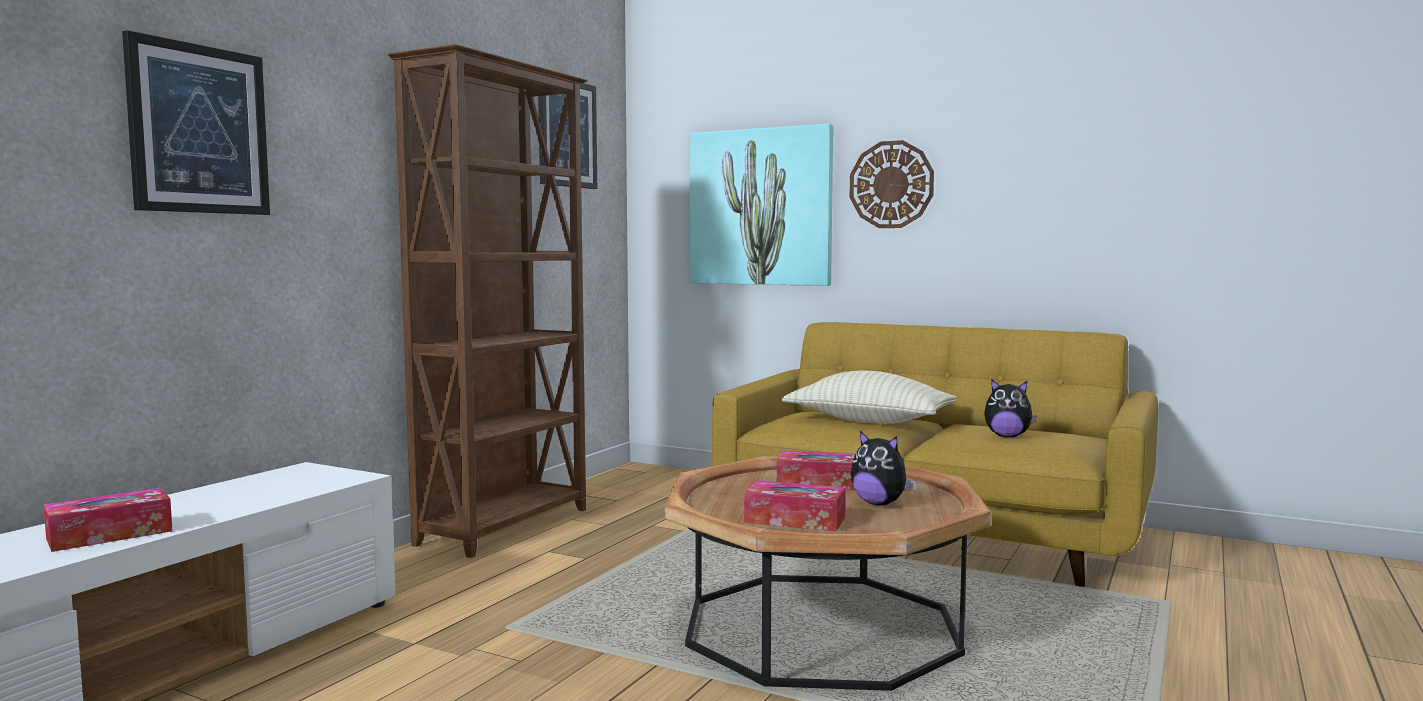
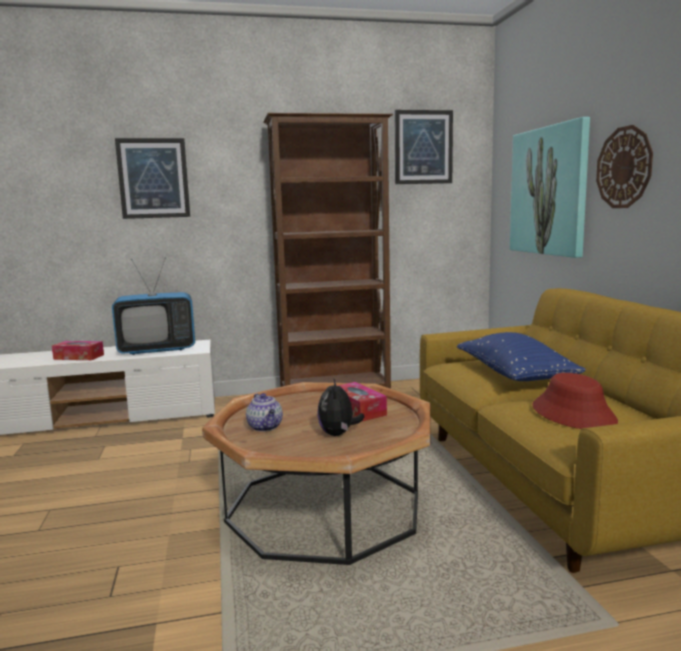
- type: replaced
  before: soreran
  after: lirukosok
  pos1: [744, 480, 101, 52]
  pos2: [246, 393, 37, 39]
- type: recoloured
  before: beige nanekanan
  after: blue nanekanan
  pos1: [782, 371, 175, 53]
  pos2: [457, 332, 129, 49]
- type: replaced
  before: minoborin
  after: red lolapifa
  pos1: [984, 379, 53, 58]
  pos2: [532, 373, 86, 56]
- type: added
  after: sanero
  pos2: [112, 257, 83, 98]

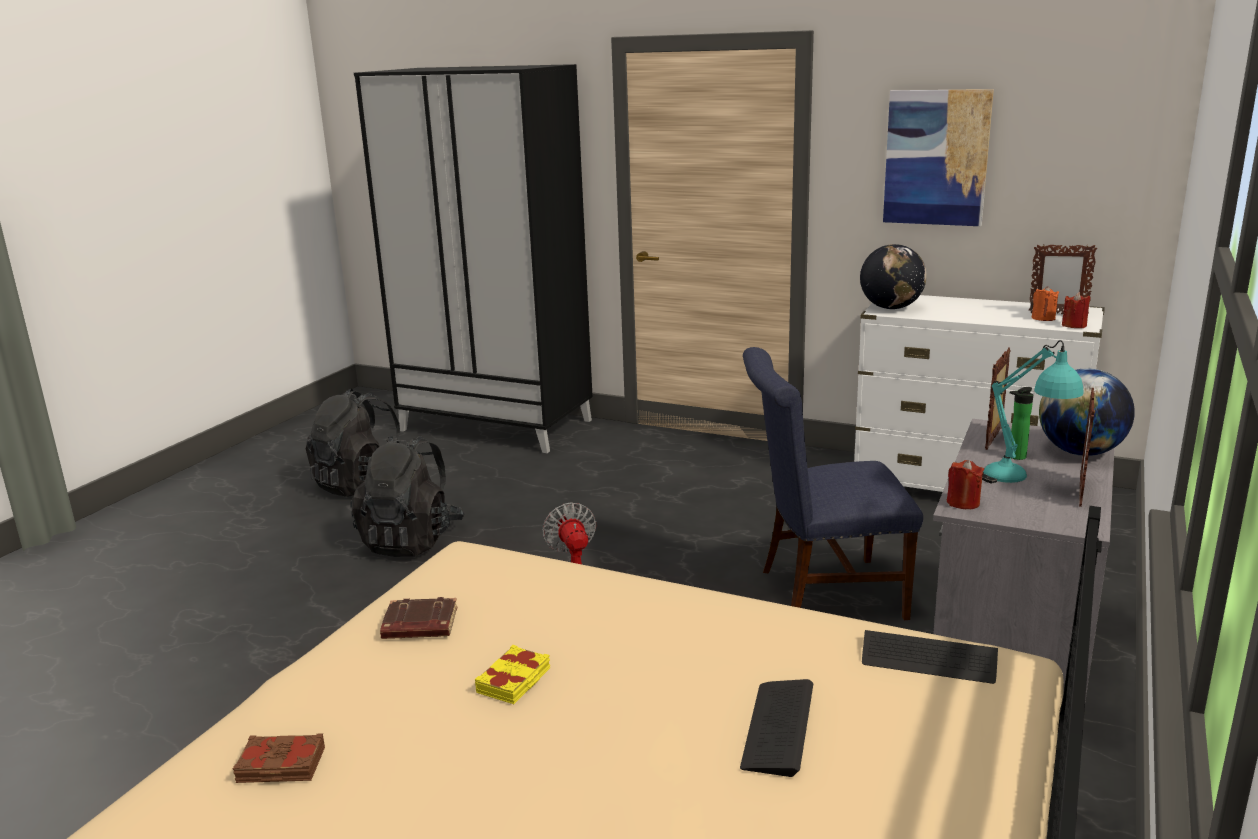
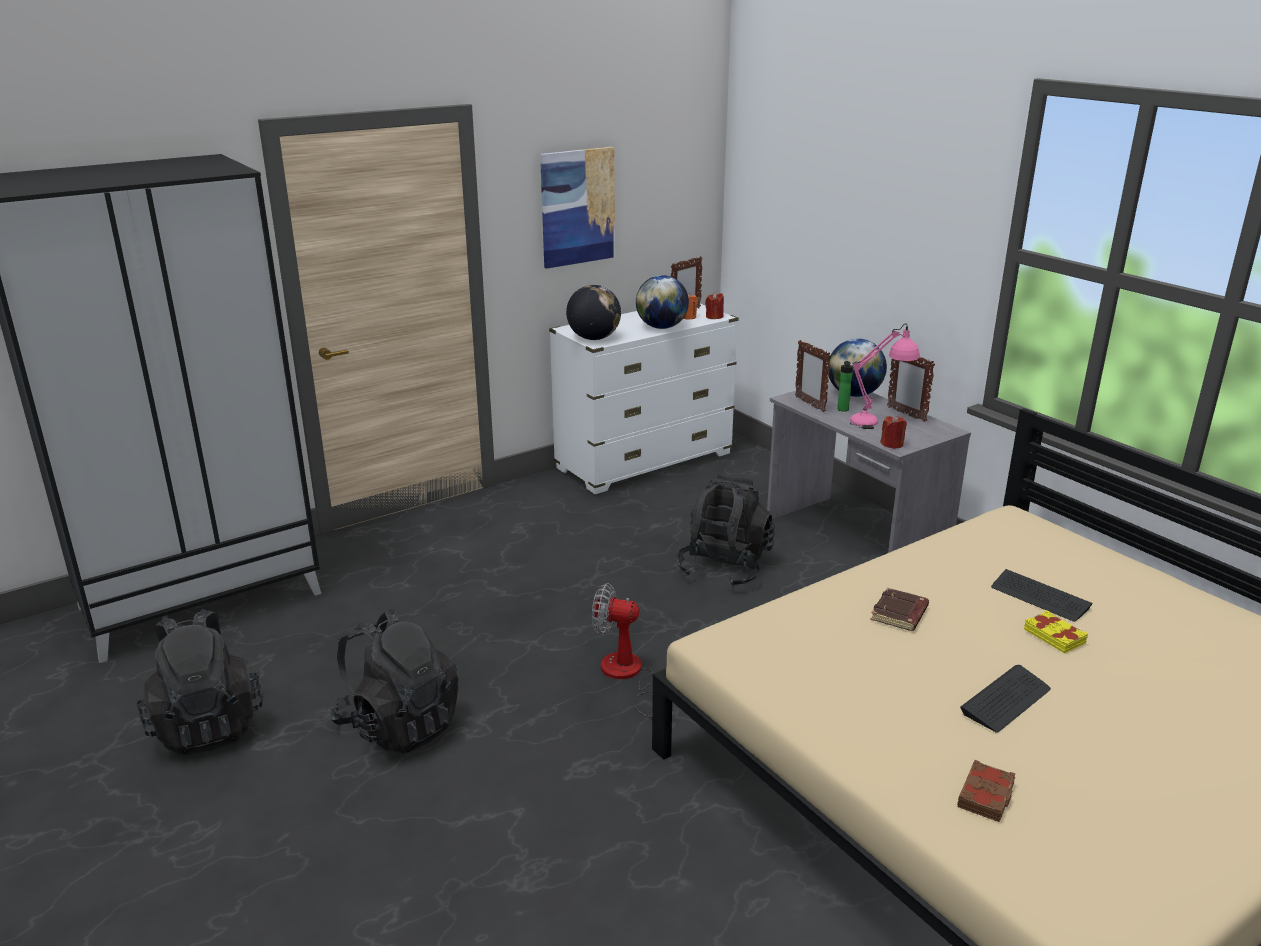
- type: moved
  before: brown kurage
  pos1: [380, 597, 77, 42]
  pos2: [871, 587, 58, 44]
- type: moved
  before: yellow kurage
  pos1: [475, 645, 75, 59]
  pos2: [1024, 610, 64, 43]
- type: replaced
  before: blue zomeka
  after: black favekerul
  pos1: [743, 347, 180, 273]
  pos2: [676, 474, 99, 113]
- type: moved
  before: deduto
  pos1: [862, 630, 136, 54]
  pos2: [960, 665, 91, 68]
- type: recoloured
  before: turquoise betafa
  after: pink betafa
  pos1: [982, 340, 102, 144]
  pos2: [850, 323, 70, 106]
- type: added
  after: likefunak
  pos2: [636, 275, 53, 54]

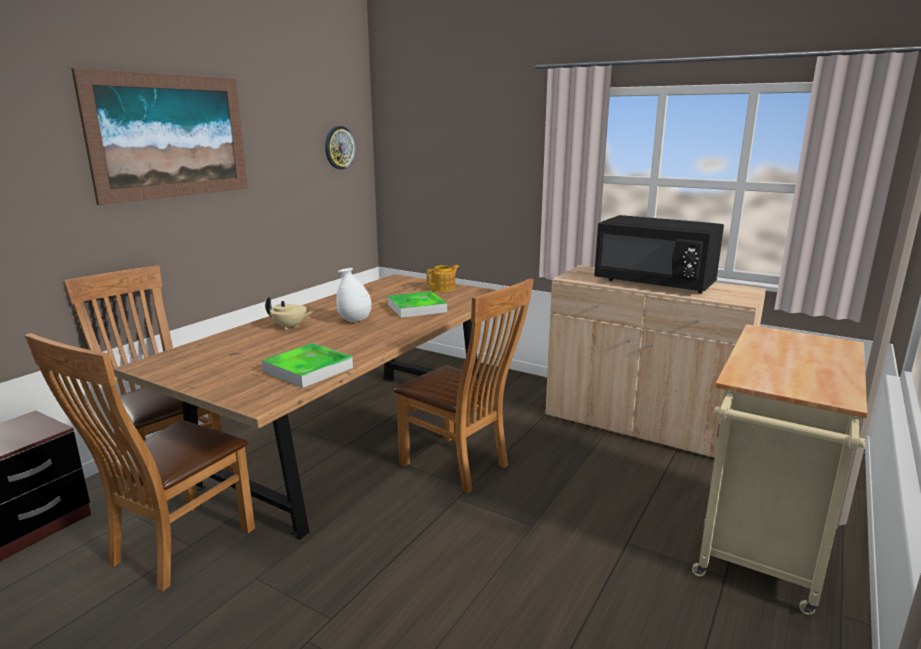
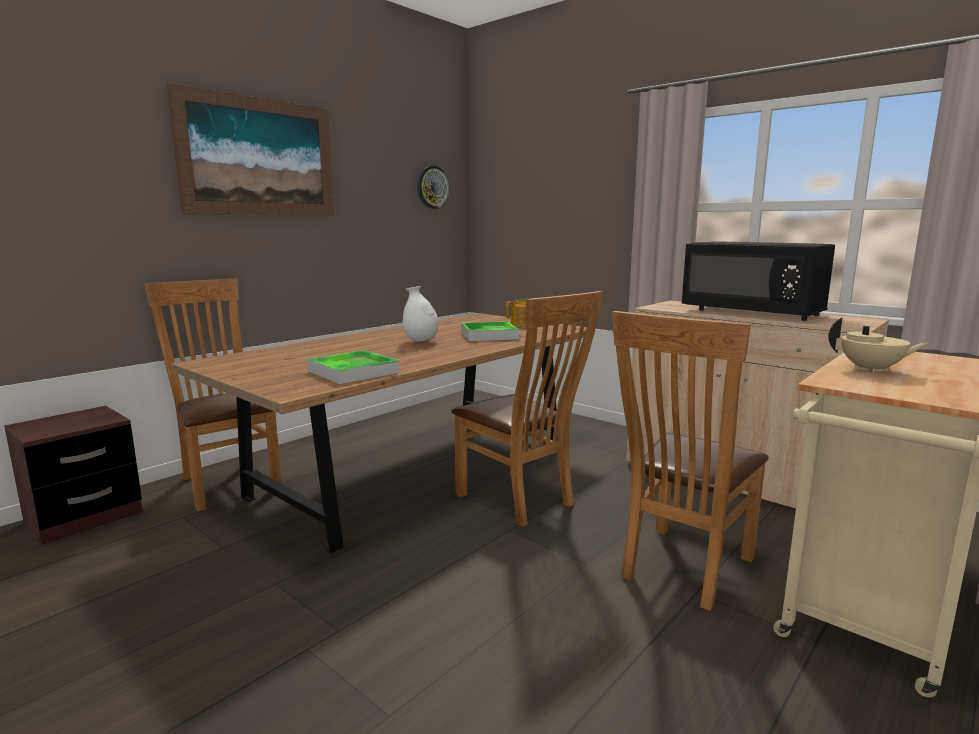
- type: moved
  before: brown zomeka
  pos1: [25, 333, 230, 258]
  pos2: [612, 311, 157, 300]
- type: moved
  before: beige lirukosok
  pos1: [265, 296, 49, 34]
  pos2: [828, 318, 102, 56]

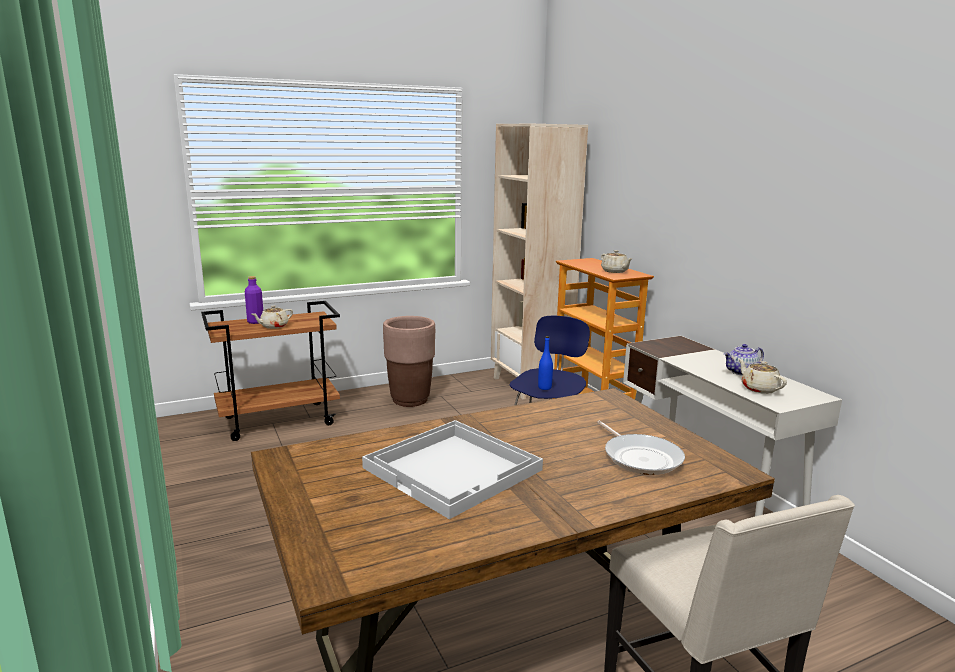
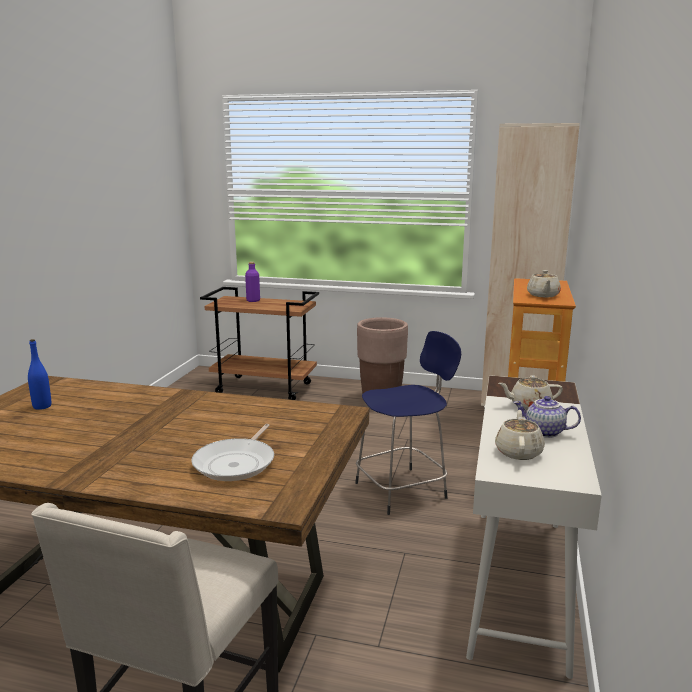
- type: moved
  before: beige lirukosok
  pos1: [252, 305, 41, 24]
  pos2: [499, 375, 64, 35]
- type: removed
  before: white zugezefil
  pos1: [362, 420, 181, 99]
- type: moved
  before: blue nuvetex
  pos1: [538, 336, 15, 54]
  pos2: [28, 339, 23, 71]

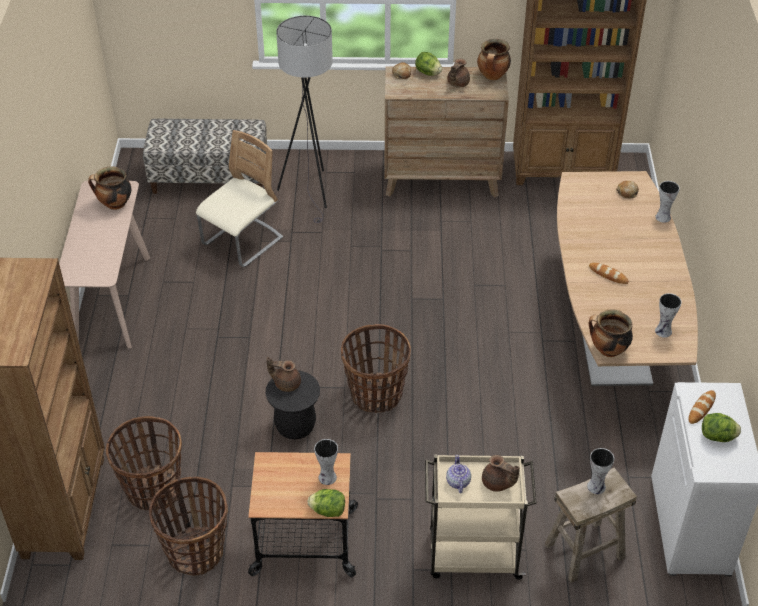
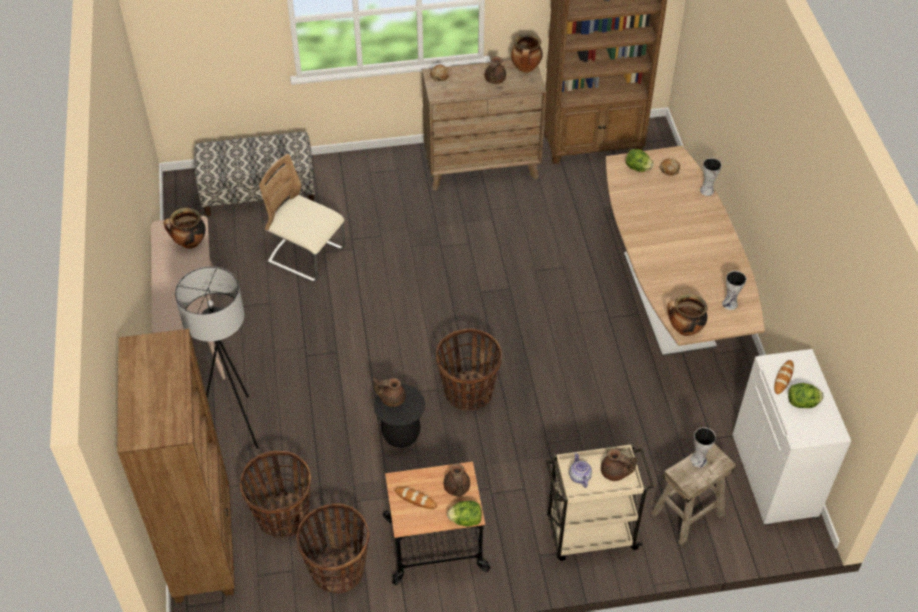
- type: turned
  before: beige zomeka
  pos1: [196, 130, 87, 137]
  pos2: [259, 154, 86, 128]
  turn: -90
- type: moved
  before: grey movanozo
  pos1: [276, 16, 57, 207]
  pos2: [175, 266, 84, 205]
- type: replaced
  before: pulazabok
  after: brown lirukosok
  pos1: [314, 439, 24, 46]
  pos2: [444, 464, 26, 33]
- type: moved
  before: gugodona
  pos1: [415, 52, 27, 24]
  pos2: [626, 149, 28, 23]
- type: moved
  before: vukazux
  pos1: [589, 263, 40, 21]
  pos2: [395, 487, 42, 22]

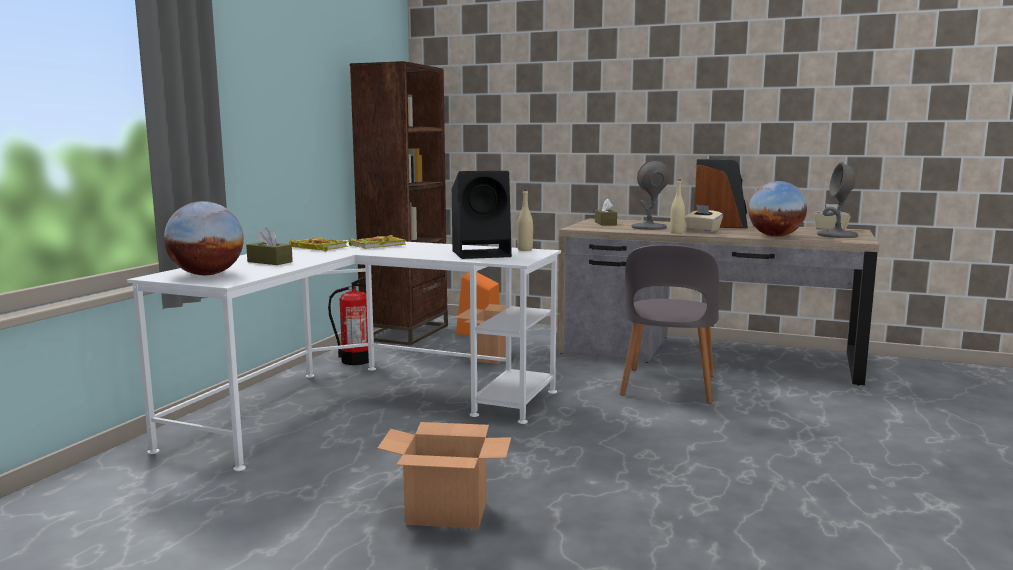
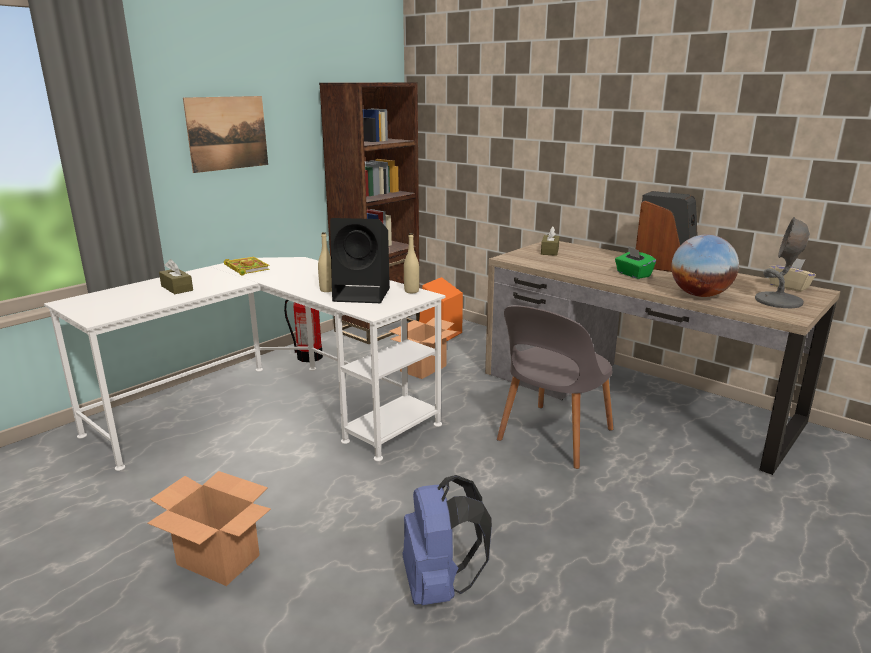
- type: removed
  before: likefunak
  pos1: [164, 201, 80, 74]
- type: removed
  before: kurage
  pos1: [349, 235, 57, 14]
- type: removed
  before: grey betafa
  pos1: [632, 160, 37, 70]
- type: moved
  before: beige nuvetex
  pos1: [670, 180, 15, 54]
  pos2: [318, 232, 14, 60]
- type: recoloured
  before: beige soreran
  after: green soreran
  pos1: [685, 205, 38, 27]
  pos2: [615, 247, 41, 32]
- type: added
  after: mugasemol
  pos2: [183, 96, 85, 77]
- type: added
  after: blue favekerul
  pos2: [403, 475, 89, 130]

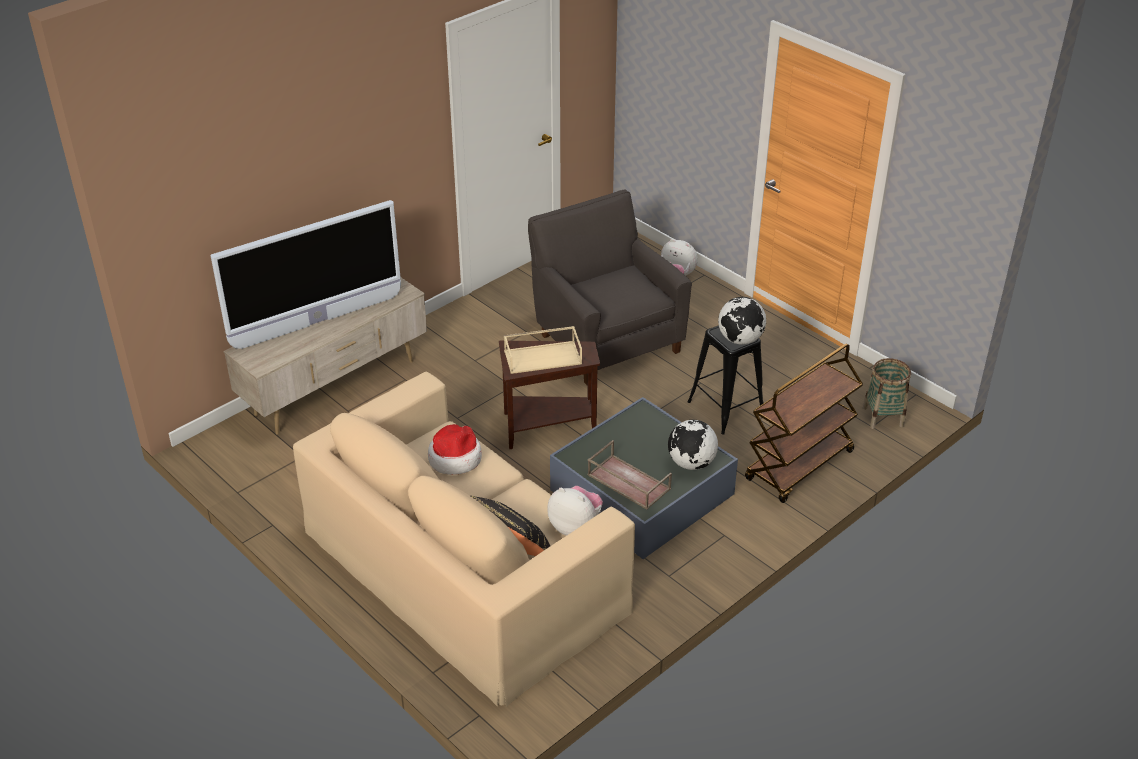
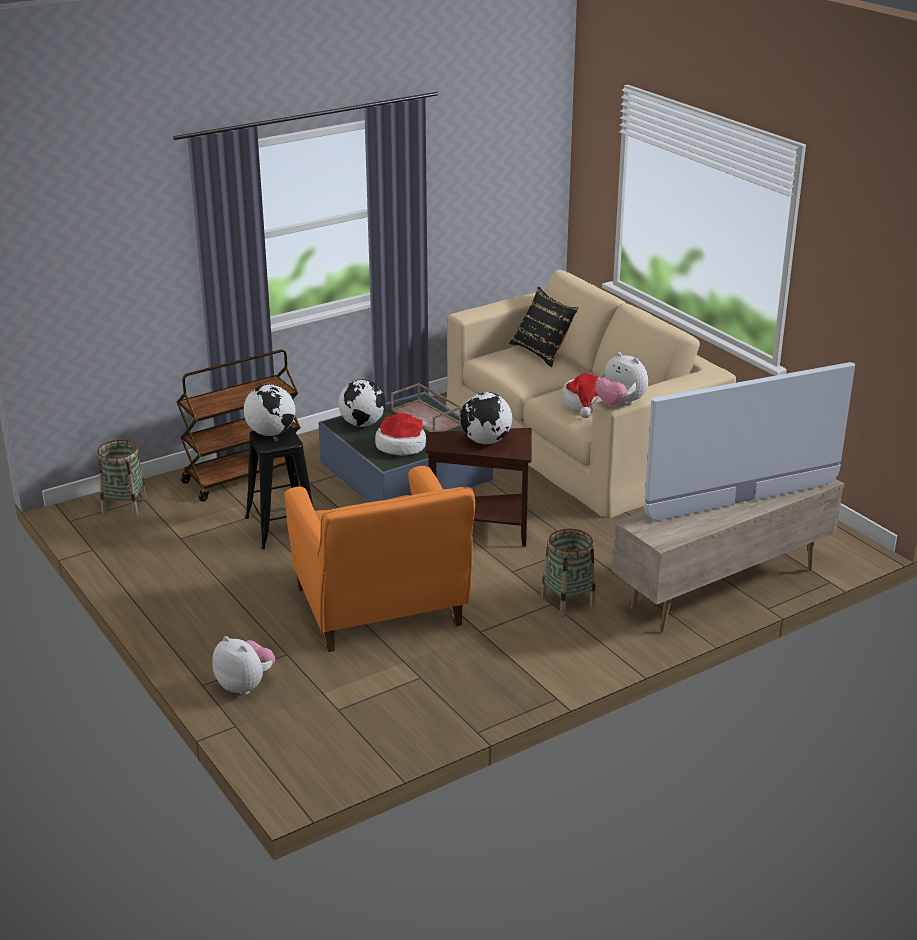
- type: replaced
  before: beige zugezefil
  after: likefunak
  pos1: [504, 326, 78, 48]
  pos2: [460, 392, 52, 52]
- type: recoloured
  before: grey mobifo
  after: orange mobifo
  pos1: [528, 189, 164, 196]
  pos2: [284, 466, 191, 186]
- type: moved
  before: minoborin
  pos1: [547, 486, 56, 50]
  pos2: [595, 352, 53, 53]
- type: added
  after: lolapifa
  pos2: [375, 413, 51, 42]
- type: added
  after: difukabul
  pos2: [541, 529, 55, 88]

